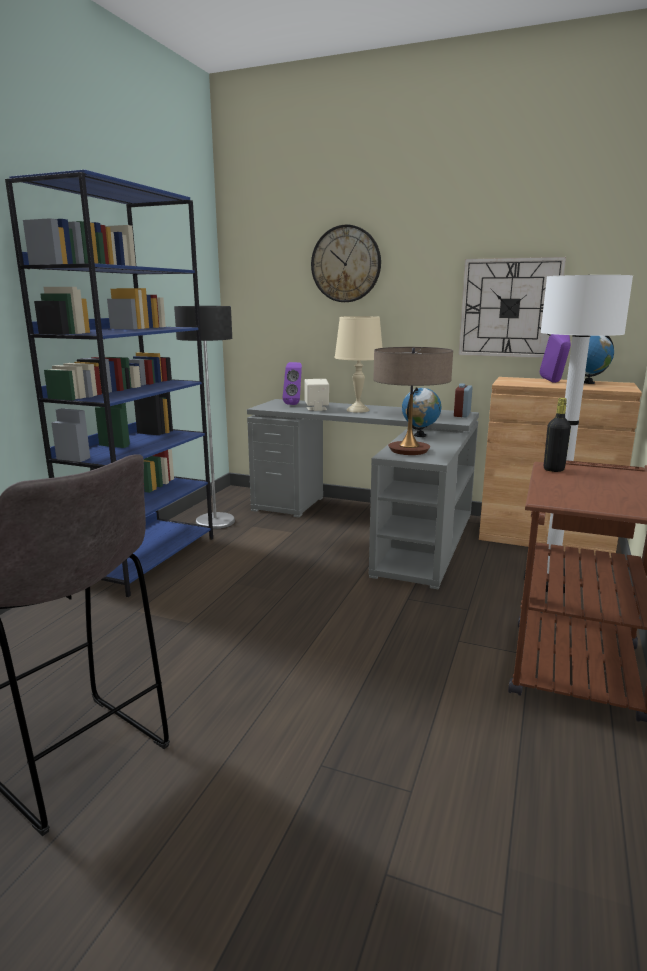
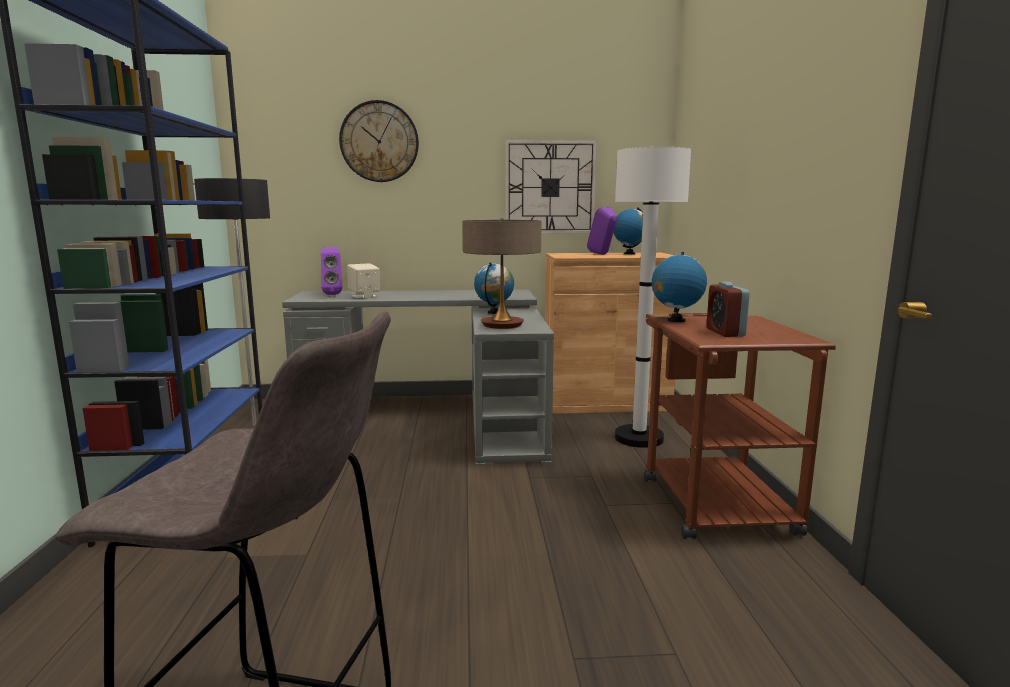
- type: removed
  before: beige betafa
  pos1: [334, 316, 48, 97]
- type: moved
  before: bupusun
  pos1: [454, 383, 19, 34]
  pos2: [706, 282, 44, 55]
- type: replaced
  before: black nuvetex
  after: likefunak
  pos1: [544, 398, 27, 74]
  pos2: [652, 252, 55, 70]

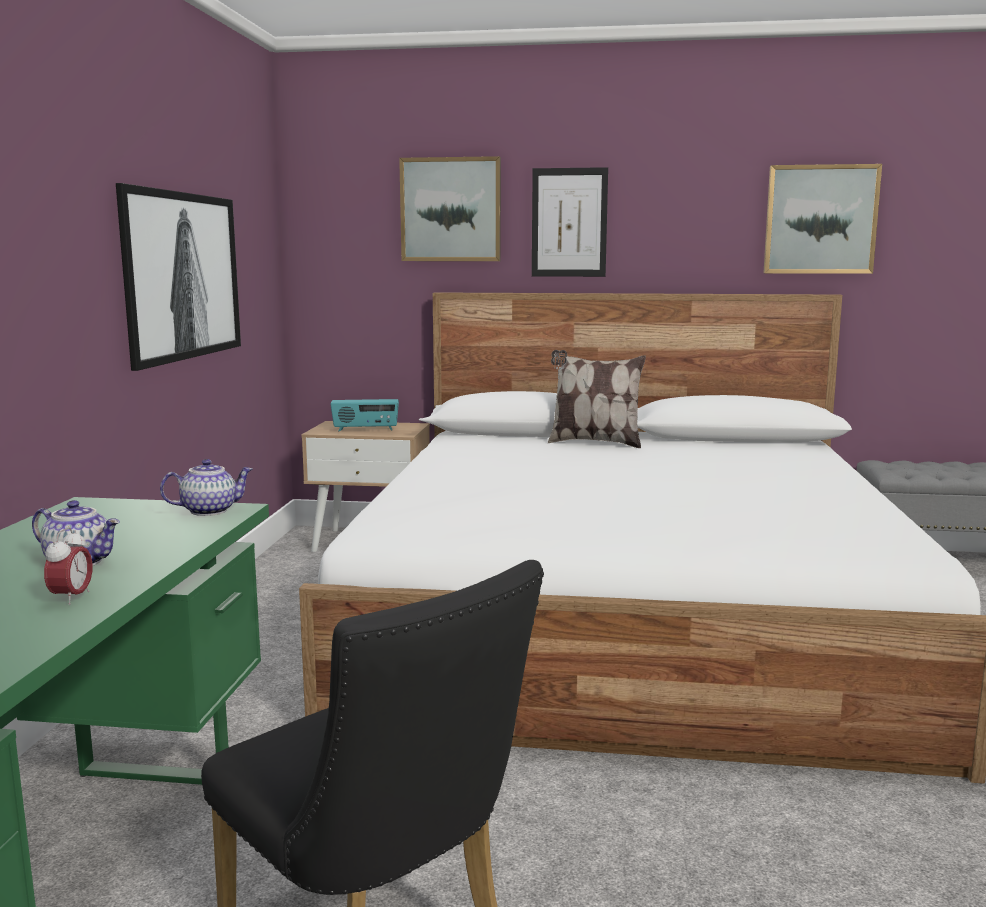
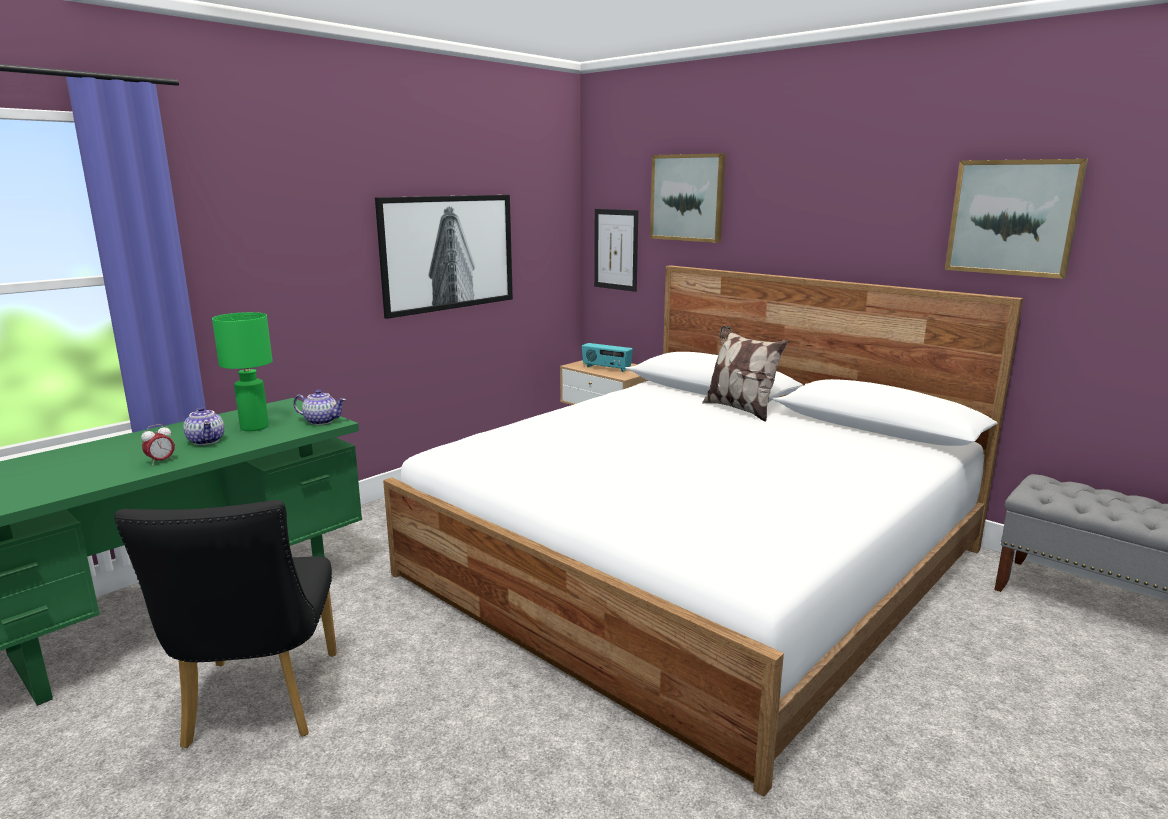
- type: moved
  before: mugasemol
  pos1: [532, 167, 76, 110]
  pos2: [594, 209, 44, 83]
- type: added
  after: green betafa
  pos2: [212, 312, 61, 119]

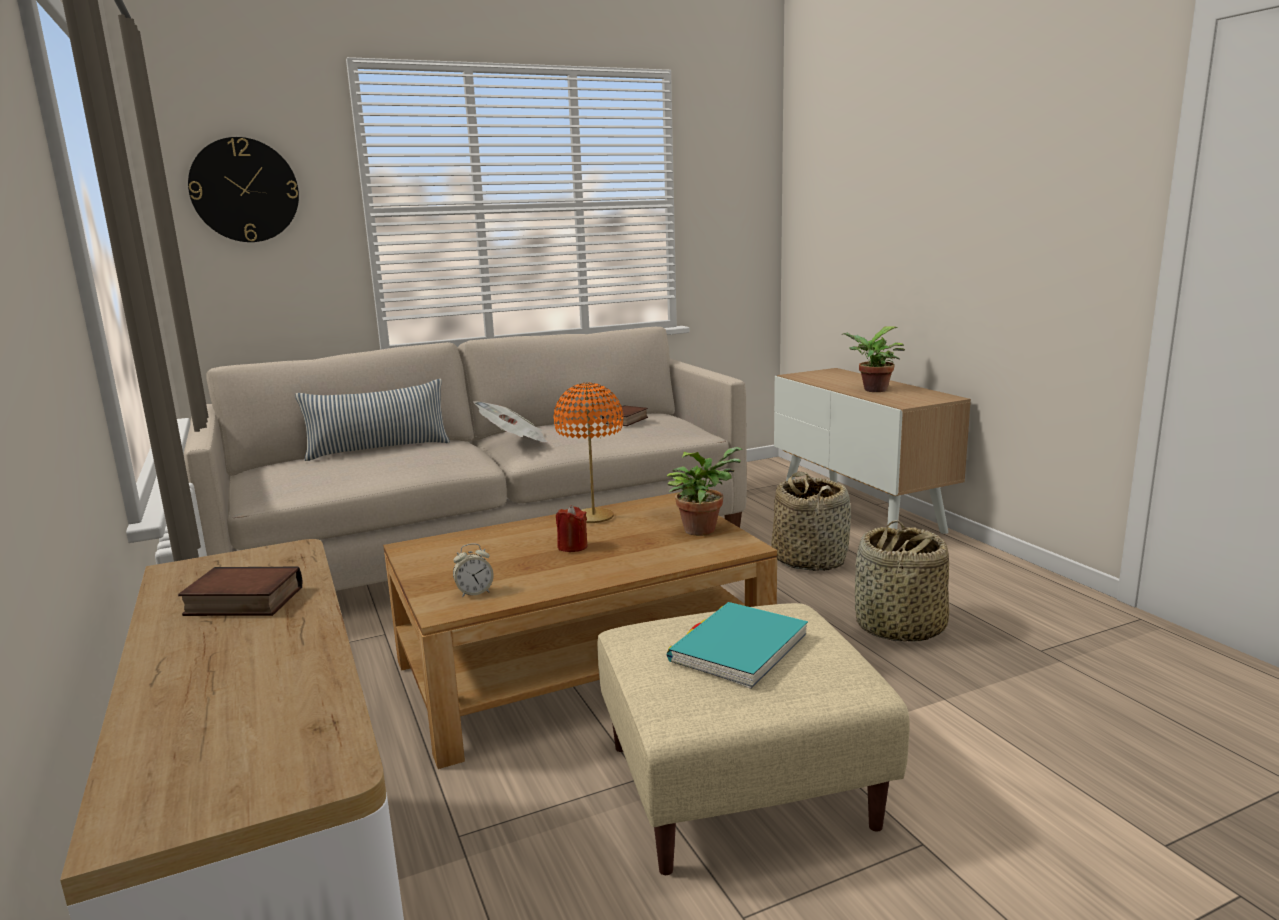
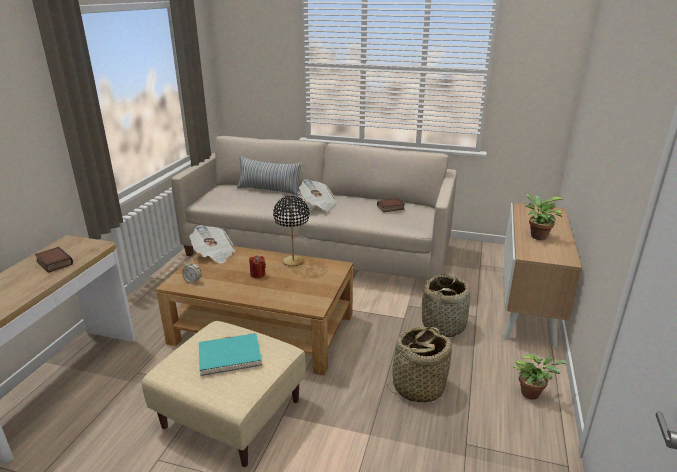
- type: removed
  before: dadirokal
  pos1: [188, 137, 111, 105]
- type: recoloured
  before: orange betafa
  after: black betafa
  pos1: [554, 383, 69, 140]
  pos2: [273, 195, 37, 71]
- type: moved
  before: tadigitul
  pos1: [667, 447, 76, 89]
  pos2: [513, 354, 56, 46]
- type: added
  after: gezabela
  pos2: [189, 225, 47, 38]

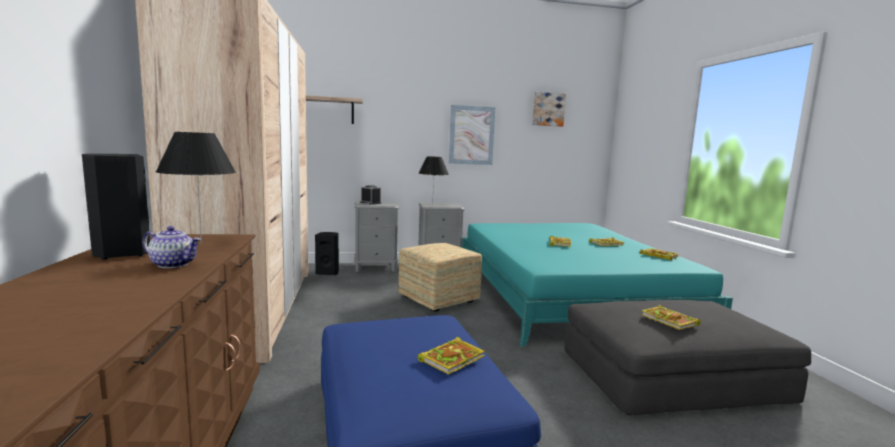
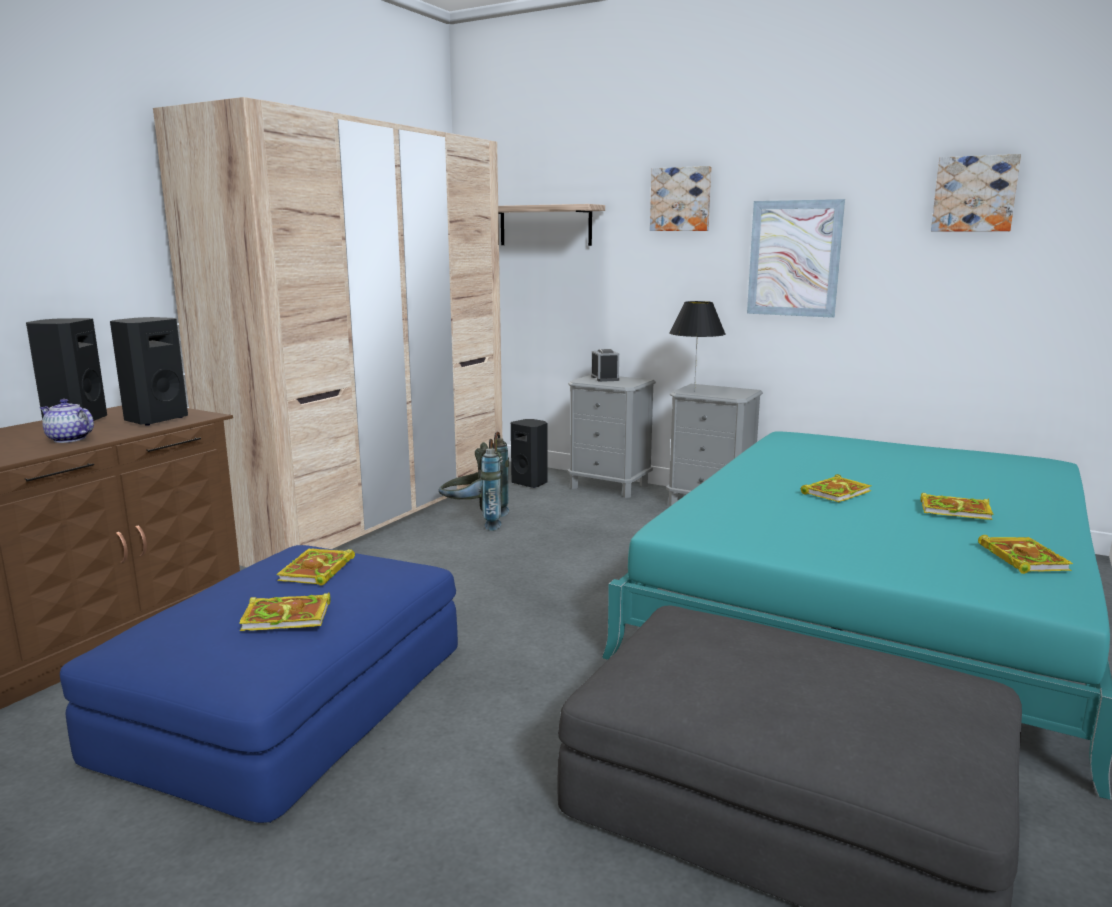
- type: turned
  before: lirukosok
  pos1: [142, 226, 59, 42]
  pos2: [40, 399, 54, 44]
  turn: 150
- type: replaced
  before: black betafa
  after: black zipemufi
  pos1: [156, 132, 80, 112]
  pos2: [110, 317, 78, 109]
- type: removed
  before: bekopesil
  pos1: [398, 243, 84, 68]
- type: moved
  before: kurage
  pos1: [641, 305, 60, 25]
  pos2: [277, 549, 78, 36]
- type: added
  after: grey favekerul
  pos2: [439, 432, 70, 99]
- type: added
  after: mugasemol
  pos2: [650, 166, 62, 65]

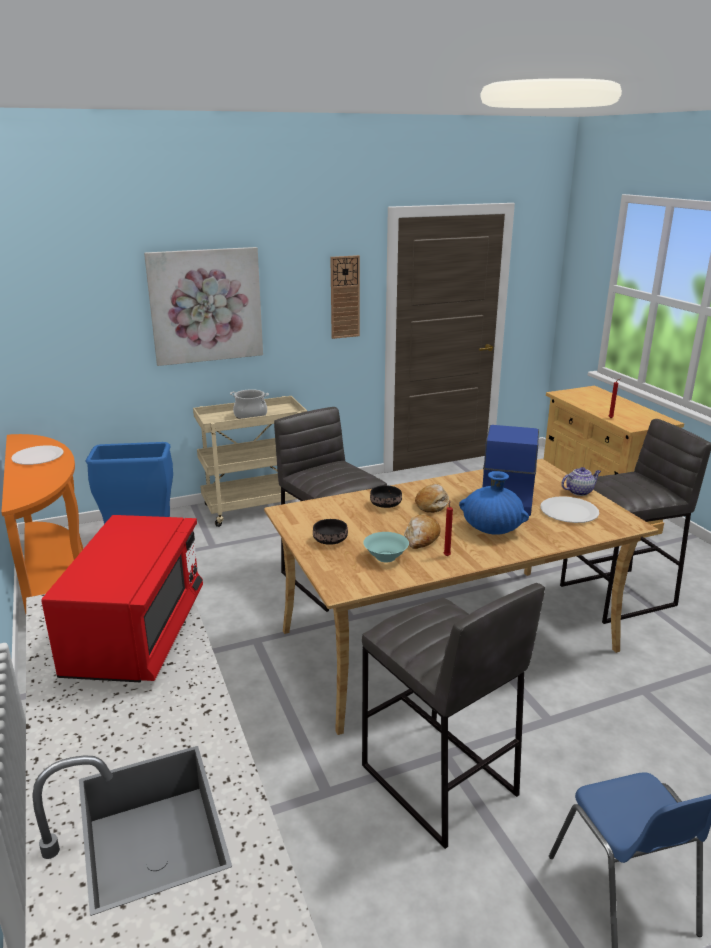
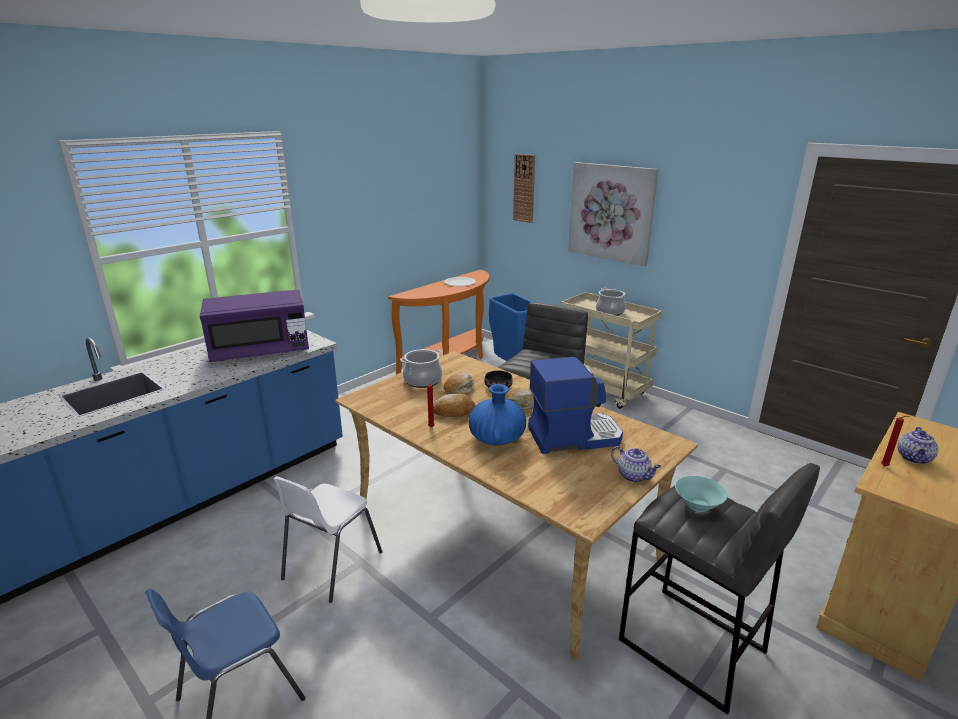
- type: recoloured
  before: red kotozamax
  after: purple kotozamax
  pos1: [41, 515, 162, 168]
  pos2: [200, 290, 109, 72]
- type: replaced
  before: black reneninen
  after: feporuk
  pos1: [313, 519, 35, 26]
  pos2: [400, 349, 43, 39]
- type: moved
  before: dadirokal
  pos1: [330, 255, 30, 84]
  pos2: [513, 154, 22, 69]
- type: replaced
  before: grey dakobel
  after: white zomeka
  pos1: [362, 583, 183, 266]
  pos2: [274, 476, 109, 127]
- type: moved
  before: turquoise reneninen
  pos1: [363, 532, 46, 30]
  pos2: [675, 476, 52, 36]
- type: removed
  before: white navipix
  pos1: [540, 496, 59, 27]
- type: added
  after: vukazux
  pos2: [444, 372, 31, 23]
- type: added
  after: lirukosok
  pos2: [897, 427, 41, 37]

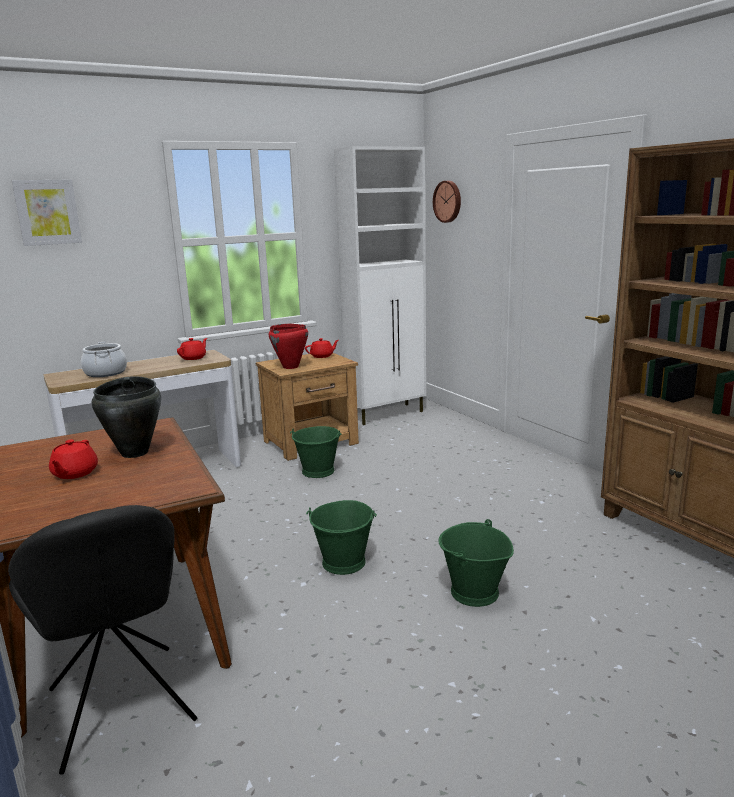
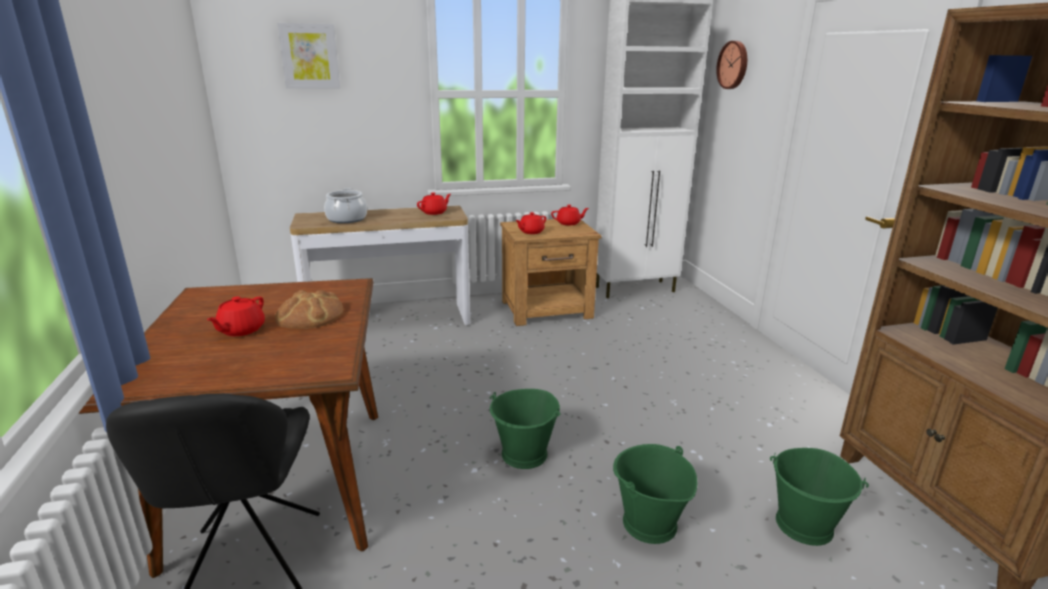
- type: replaced
  before: black feporuk
  after: vukazux
  pos1: [92, 376, 69, 82]
  pos2: [275, 290, 68, 39]
- type: replaced
  before: red feporuk
  after: red lirukosok
  pos1: [269, 324, 39, 45]
  pos2: [515, 212, 31, 22]
- type: moved
  before: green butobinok
  pos1: [290, 426, 51, 52]
  pos2: [770, 448, 99, 98]

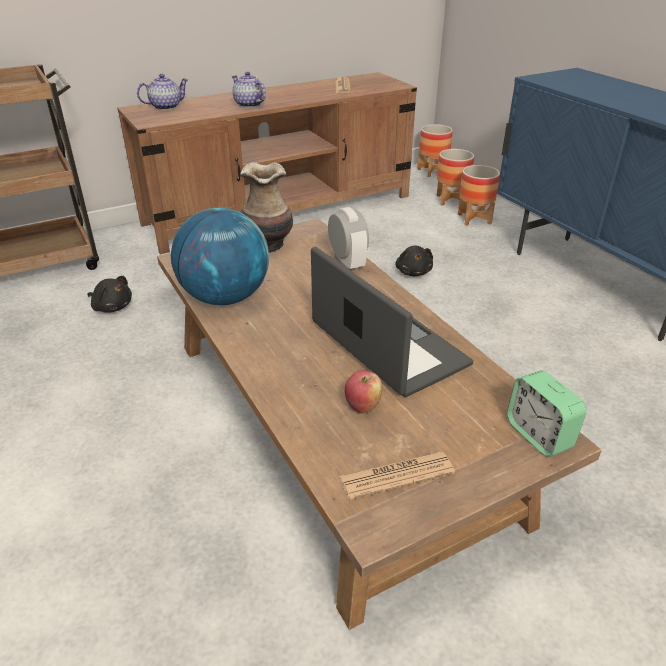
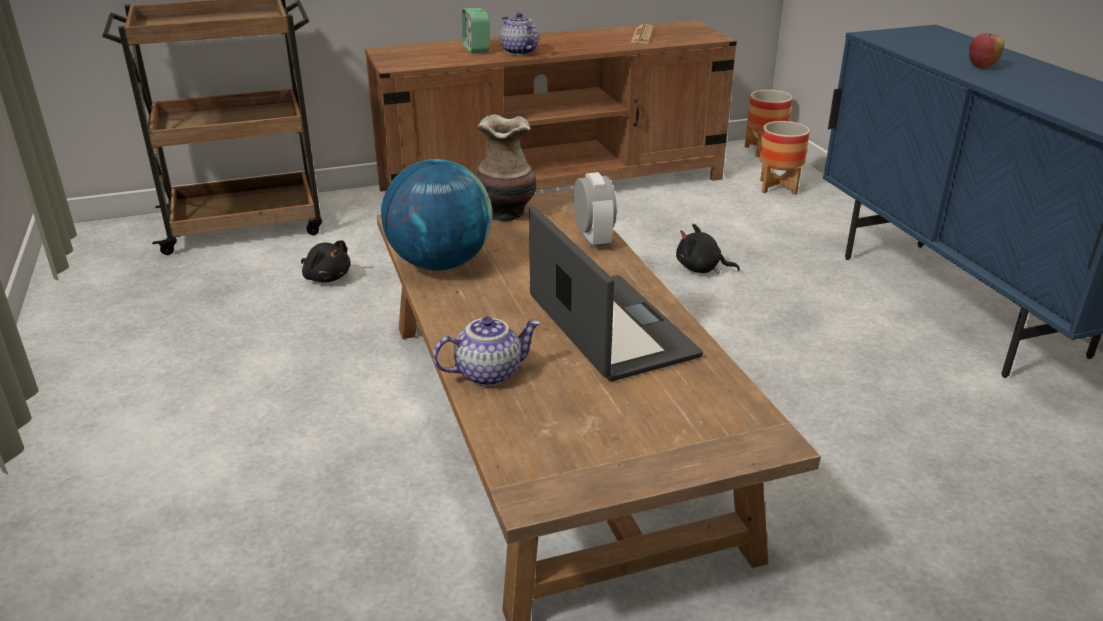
- type: moved
  before: lirukosok
  pos1: [137, 74, 51, 36]
  pos2: [433, 317, 107, 69]
- type: removed
  before: gezabela
  pos1: [339, 452, 116, 48]
- type: moved
  before: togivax
  pos1: [345, 370, 37, 43]
  pos2: [969, 33, 35, 36]
- type: turned
  before: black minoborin
  pos1: [395, 245, 38, 31]
  pos2: [676, 224, 64, 50]
  turn: 105
- type: removed
  before: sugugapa
  pos1: [458, 165, 42, 61]
- type: moved
  before: bupusun
  pos1: [507, 370, 80, 87]
  pos2: [462, 8, 28, 45]

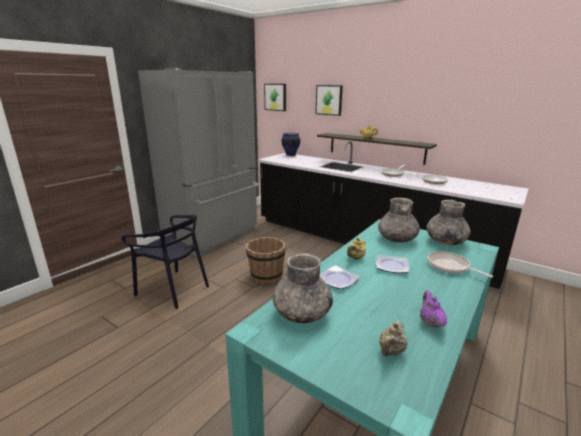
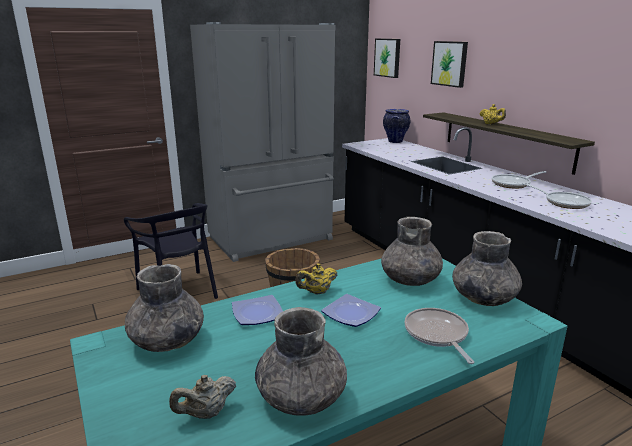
- type: replaced
  before: purple lirukosok
  after: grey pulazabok
  pos1: [420, 290, 27, 38]
  pos2: [255, 307, 92, 109]

